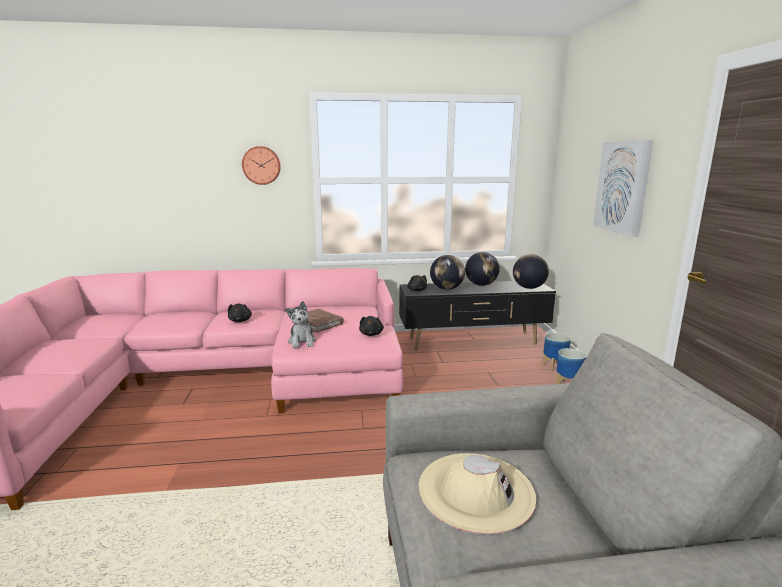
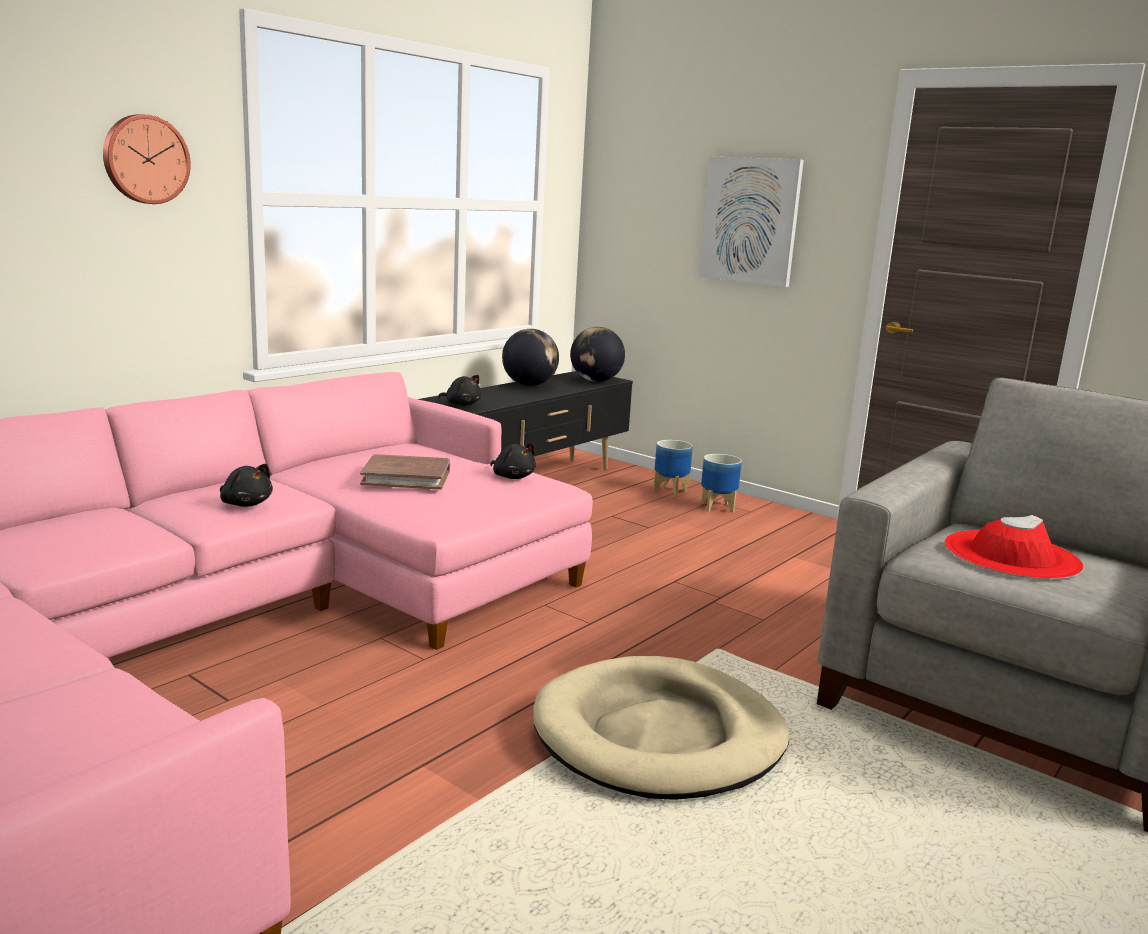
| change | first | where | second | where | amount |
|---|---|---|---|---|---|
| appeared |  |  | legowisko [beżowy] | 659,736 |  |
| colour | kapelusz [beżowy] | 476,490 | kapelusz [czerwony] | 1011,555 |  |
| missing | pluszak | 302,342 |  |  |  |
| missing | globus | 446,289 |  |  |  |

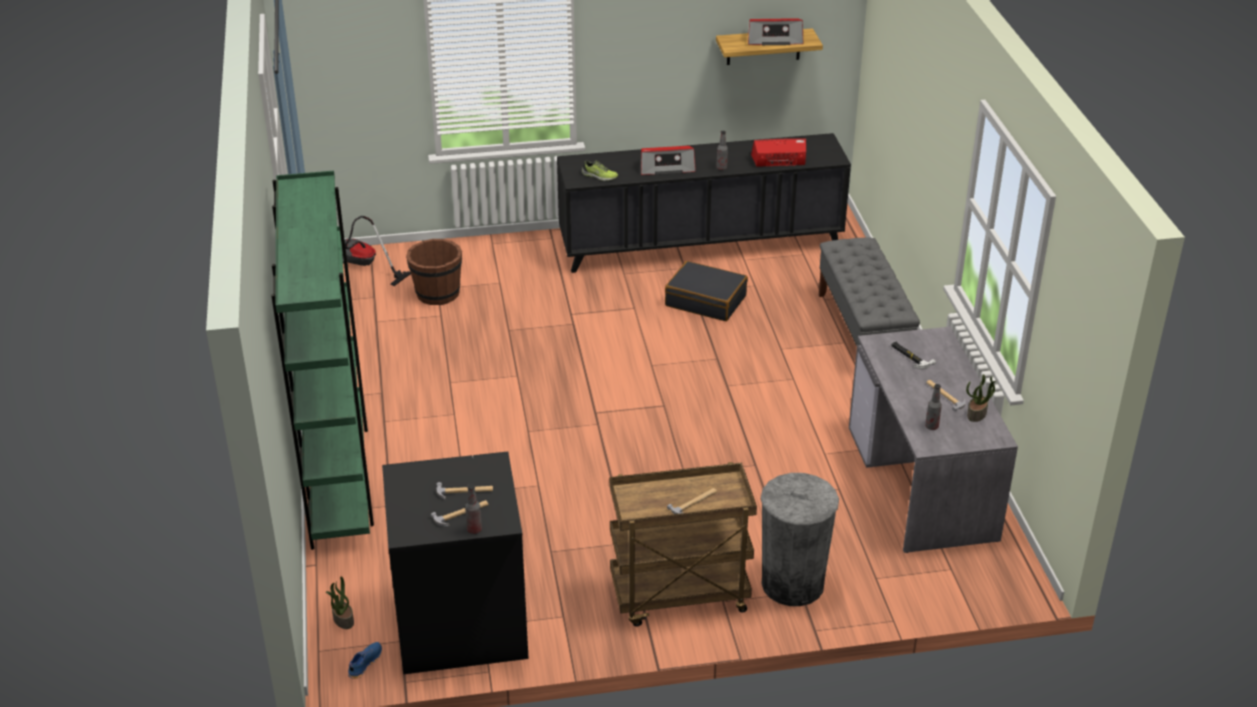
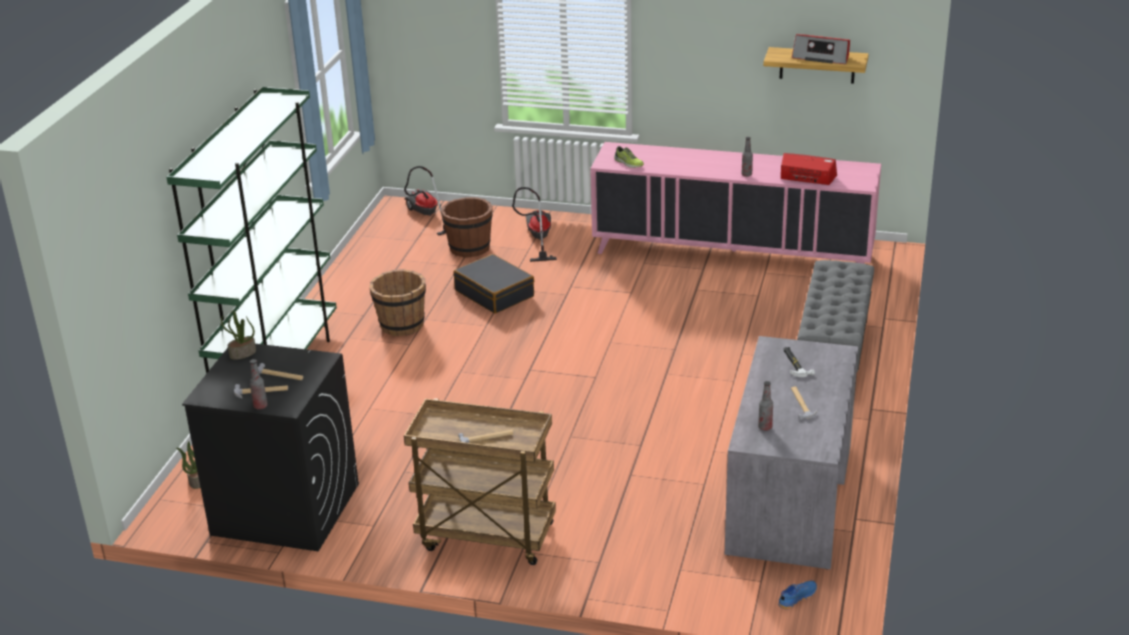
| change | first | where | second | where | amount |
|---|---|---|---|---|---|
| relocated | roślina doniczkowa | 977,414 |  | 242,354 |  |
| appeared |  |  | wiadro [brązowy] | 401,325 |  |
| relocated | walizka [czarny] | 706,300 |  | 495,293 |  |
| appeared |  |  | odkurzacz | 537,239 |  |
| colour | szafka [czarny] | 700,245 | szafka [różowy] | 732,253 |  |
| relocated | but [niebieski] | 364,663 |  | 796,598 |  |
| missing | radio | 666,167 |  |  |  |
| missing | kosz na śmieci [szary] | 792,584 |  |  |  |

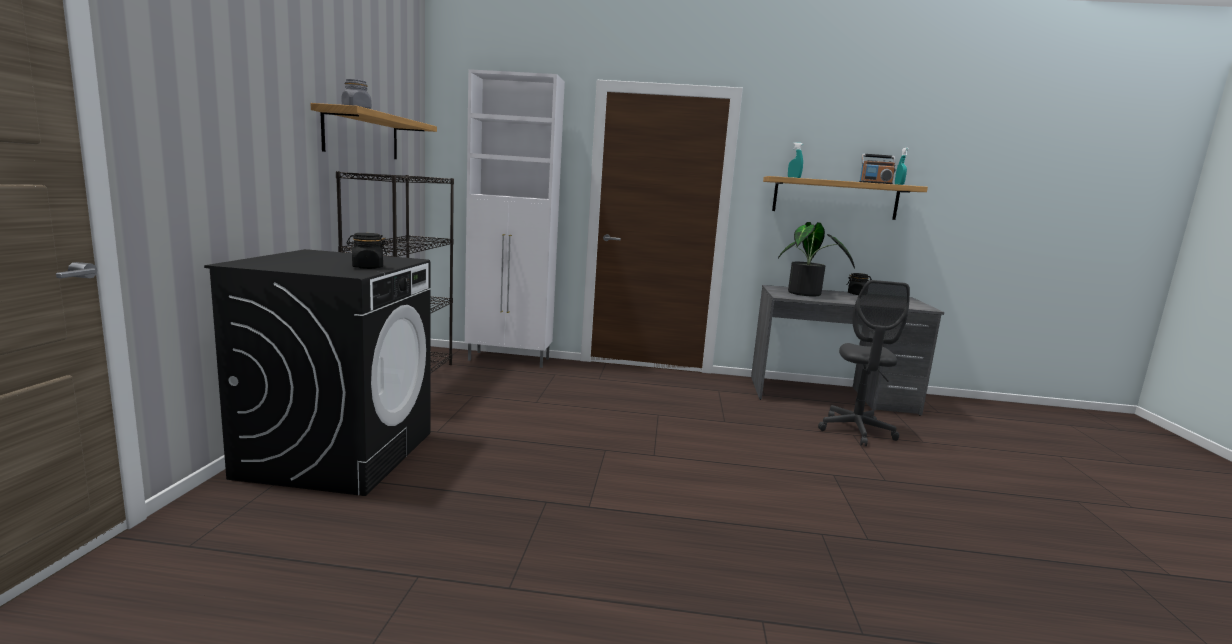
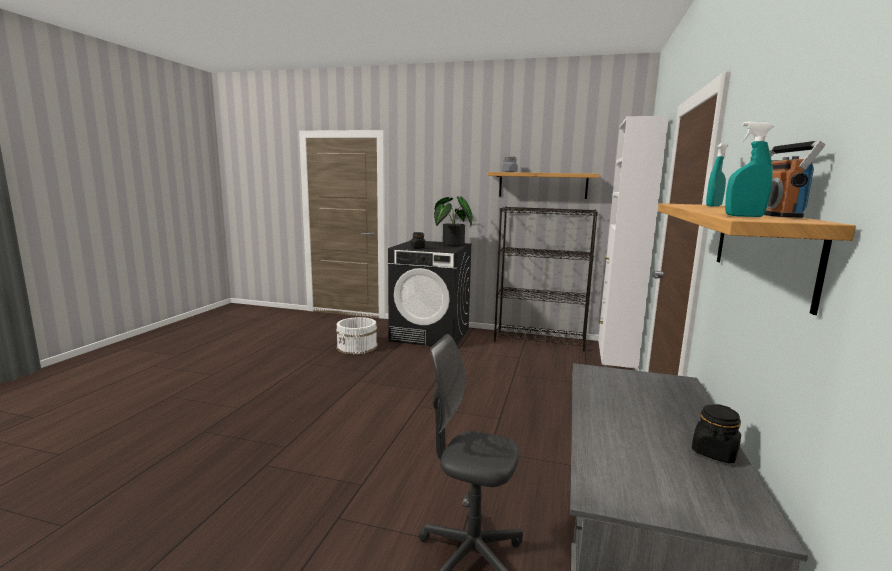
| change | first | where | second | where | amount |
|---|---|---|---|---|---|
| appeared |  |  | wiadro [biały] | 357,347 |  |
| relocated | roślina doniczkowa | 807,294 |  | 450,245 |  |

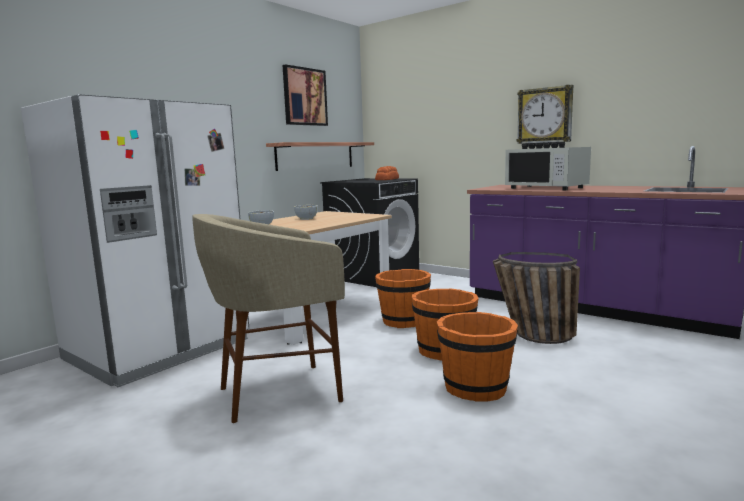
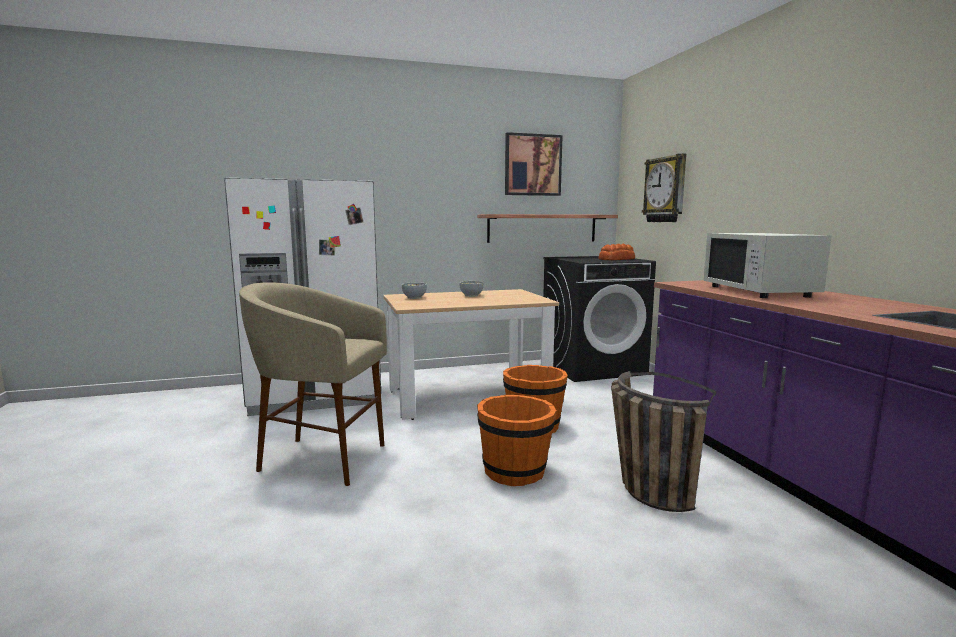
| change | first | where | second | where | amount |
|---|---|---|---|---|---|
| relocated | zegar ścienny | 545,119 |  | 665,189 |  |
| missing | wiadro [pomarańczowy] | 476,388 |  |  |  |

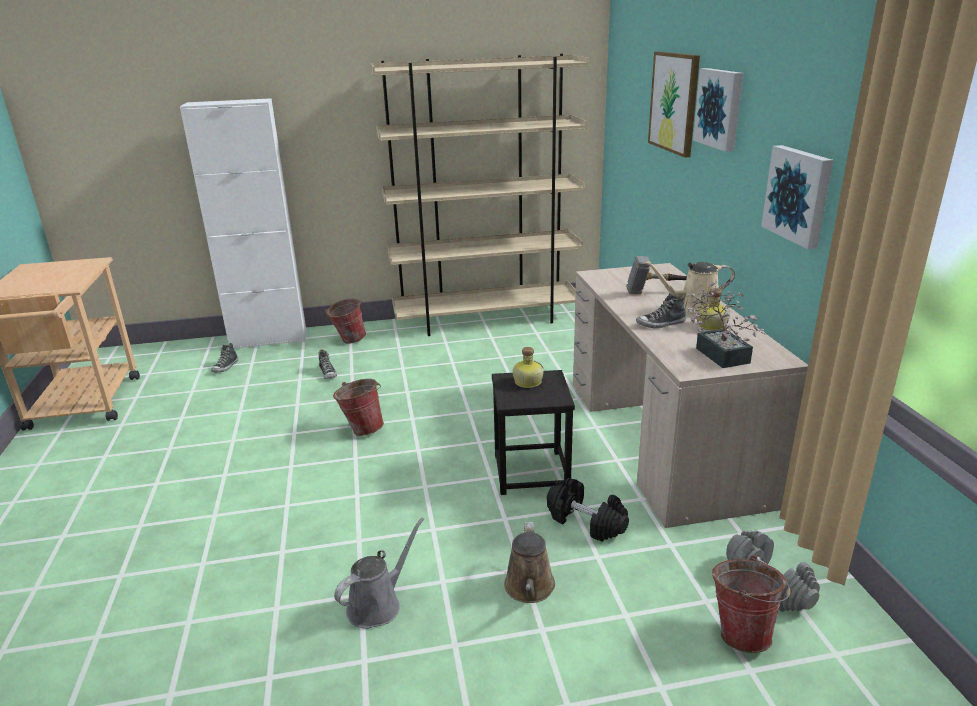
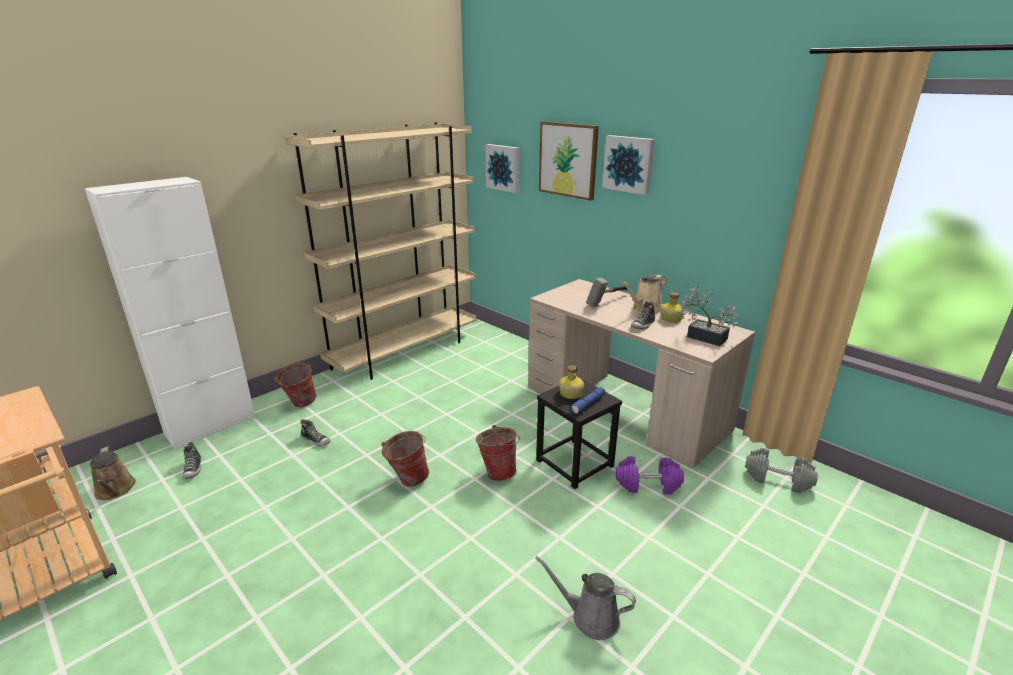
| change | first | where | second | where | amount |
|---|---|---|---|---|---|
| relocated | konewka [brązowy] | 529,589 |  | 115,490 |  |
| relocated | wiadro | 742,631 |  | 498,471 |  |
| relocated | obraz | 799,195 |  | 504,168 |  |
| spun | konewka [szary] | 378,605 |  | 590,617 | 75 degrees counterclockwise |
| appeared |  |  | latarka [niebieski] | 588,405 |  |
| colour | hantel [czarny] | 586,522 | hantel [fioletowy] | 648,484 |  |

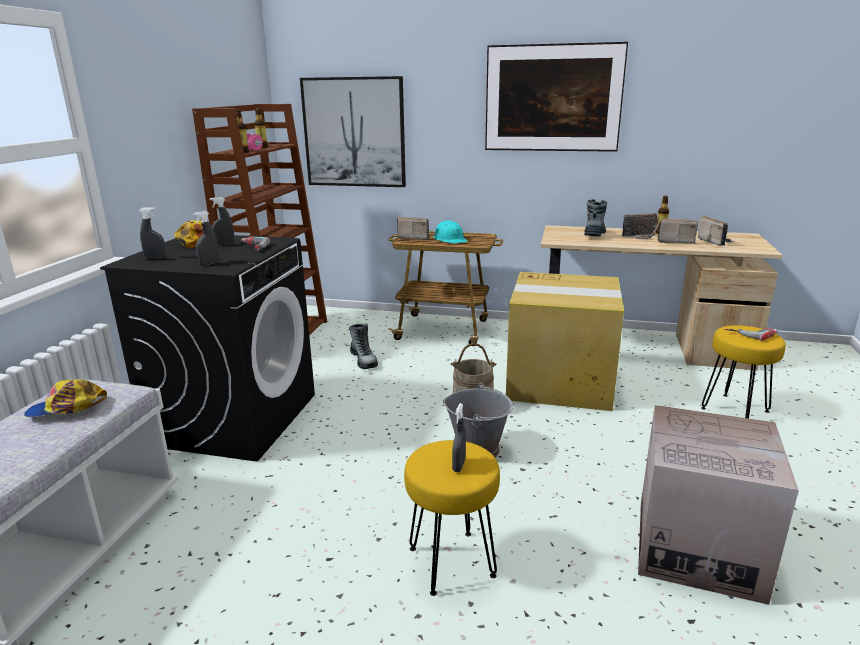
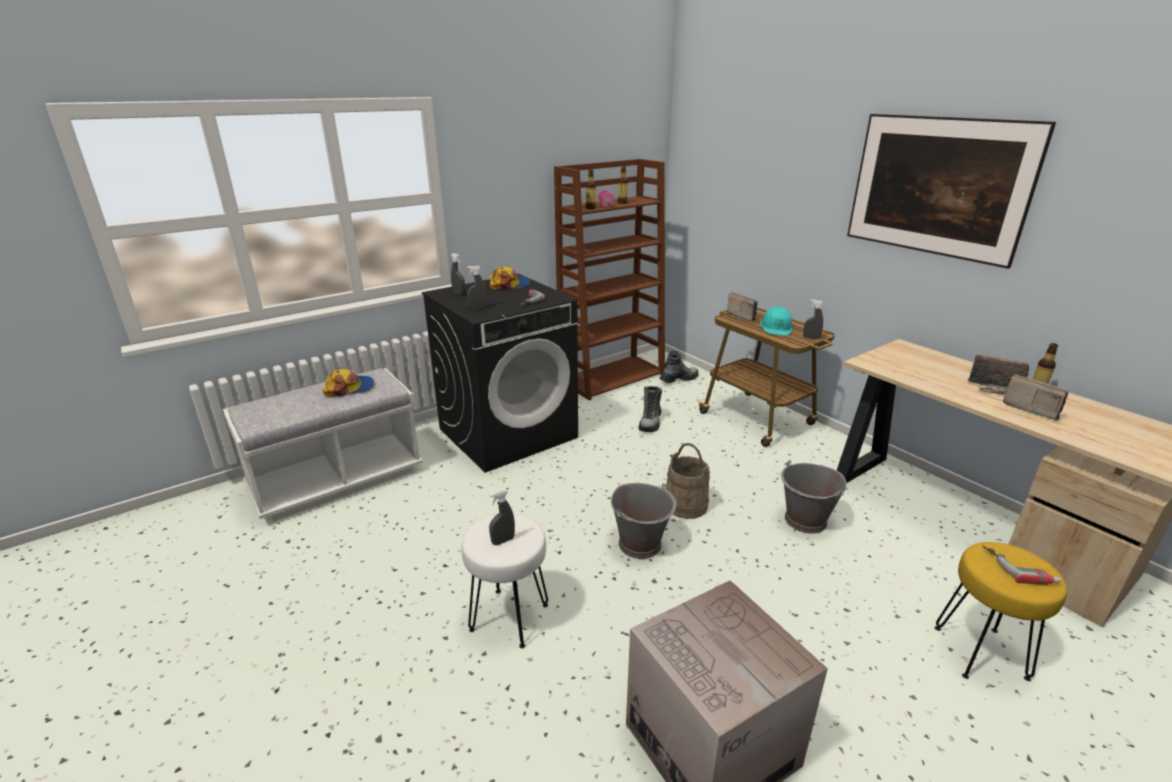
| change | first | where | second | where | amount |
|---|---|---|---|---|---|
| spun | czapka z daszkiem | 66,409 |  | 349,388 | 135 degrees clockwise |
| colour | stołek [żółty] | 451,562 | stołek [biały] | 508,617 |  |
| relocated | but z cholewką | 594,234 |  | 678,379 |  |
| exchanged | karton | 561,382 | wiadro [szary] | 806,521 |  |
| relocated | spryskiwacz [szary] | 224,244 |  | 811,338 |  |
| missing | obraz | 354,132 |  |  |  |
| missing | radio | 714,241 |  |  |  |

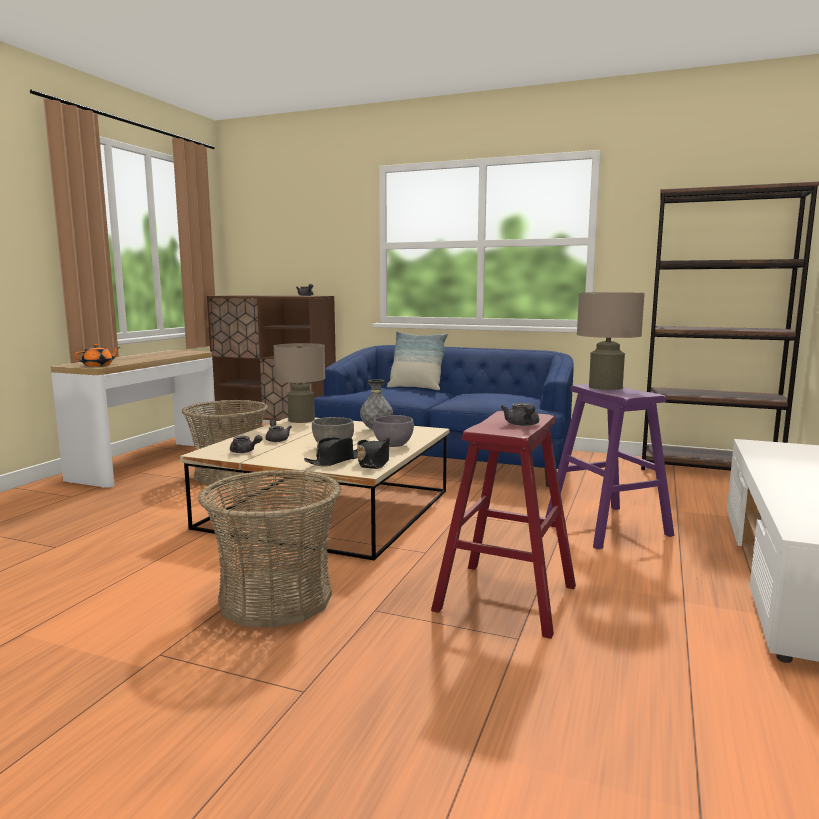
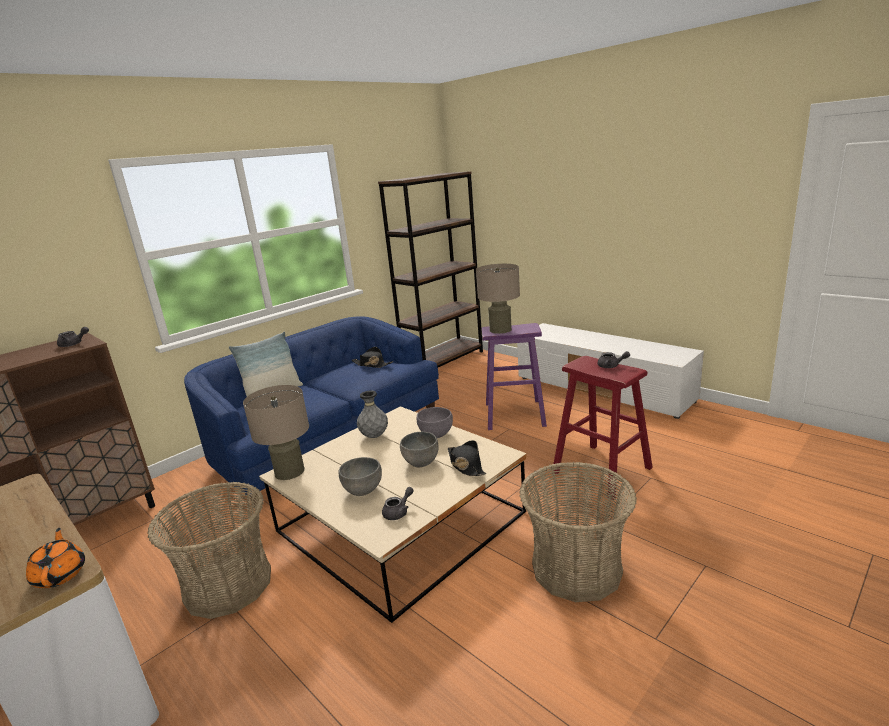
| change | first | where | second | where | amount |
|---|---|---|---|---|---|
| exchanged | imbryk [szary] | 277,439 | miska [szary] | 362,491 |  |
| relocated | kapelusz [czarny] | 373,462 |  | 372,364 |  |

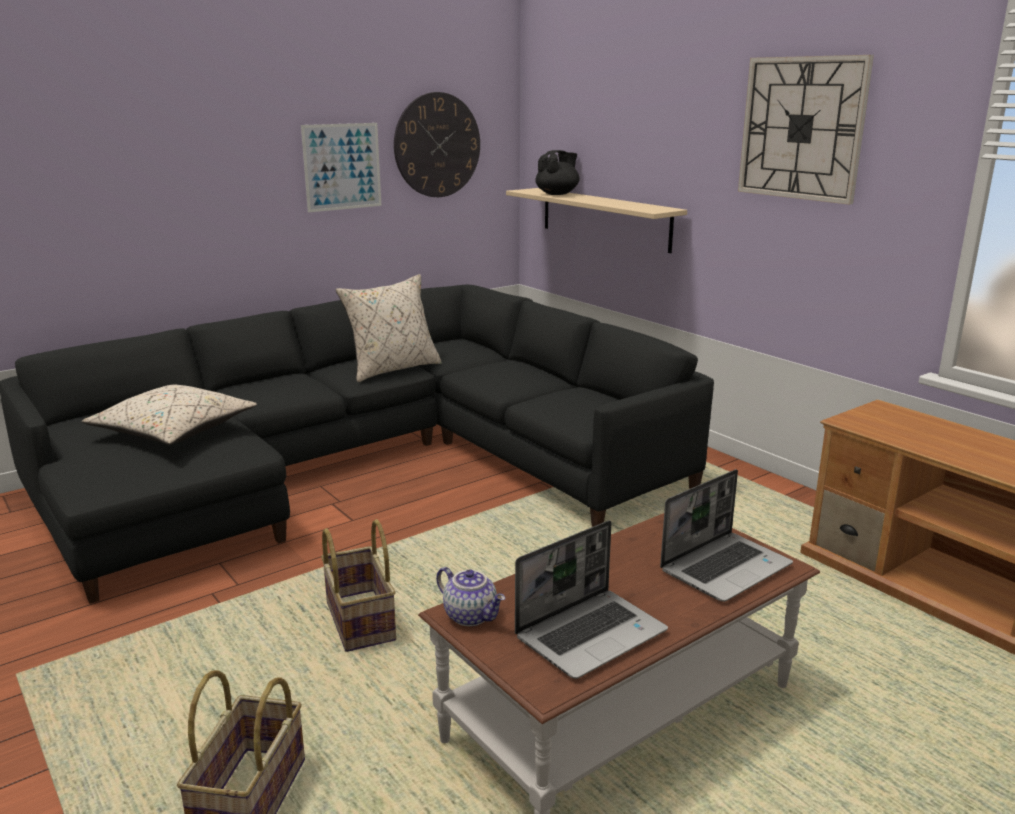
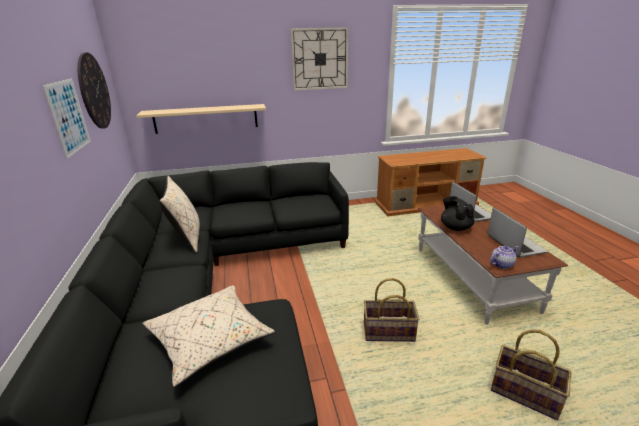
| change | first | where | second | where | amount |
|---|---|---|---|---|---|
| relocated | imbryk [czarny] | 557,194 |  | 455,227 |  |

